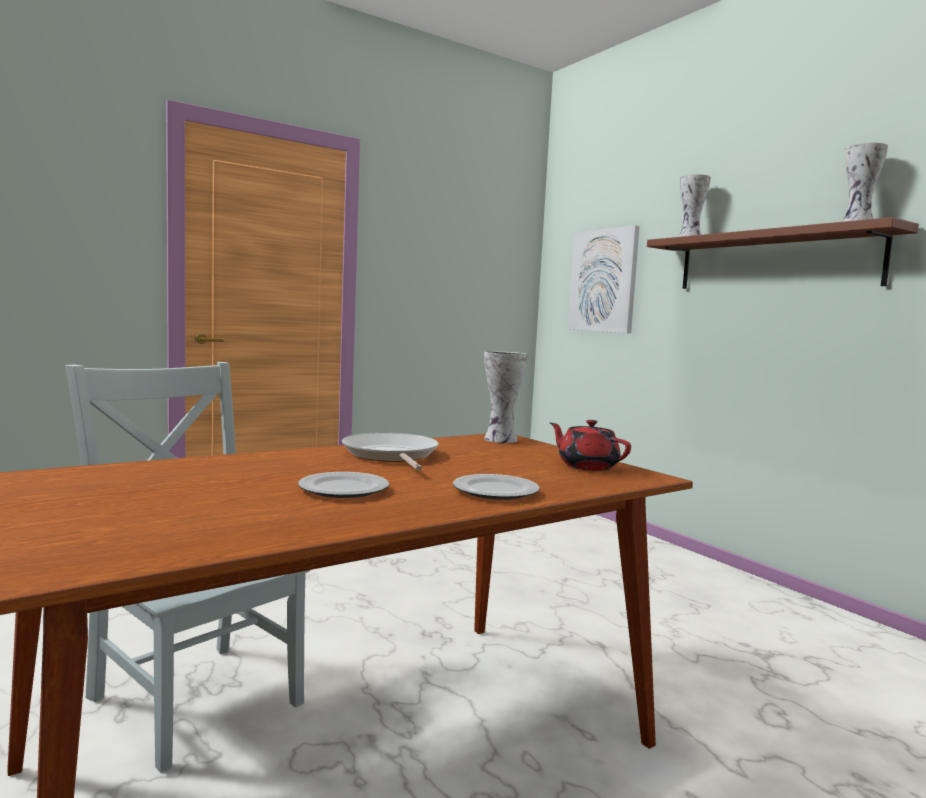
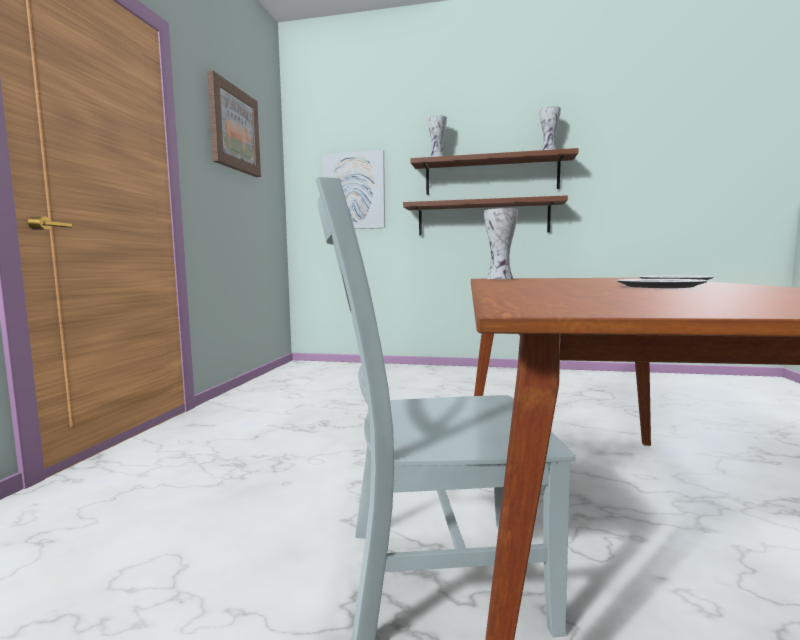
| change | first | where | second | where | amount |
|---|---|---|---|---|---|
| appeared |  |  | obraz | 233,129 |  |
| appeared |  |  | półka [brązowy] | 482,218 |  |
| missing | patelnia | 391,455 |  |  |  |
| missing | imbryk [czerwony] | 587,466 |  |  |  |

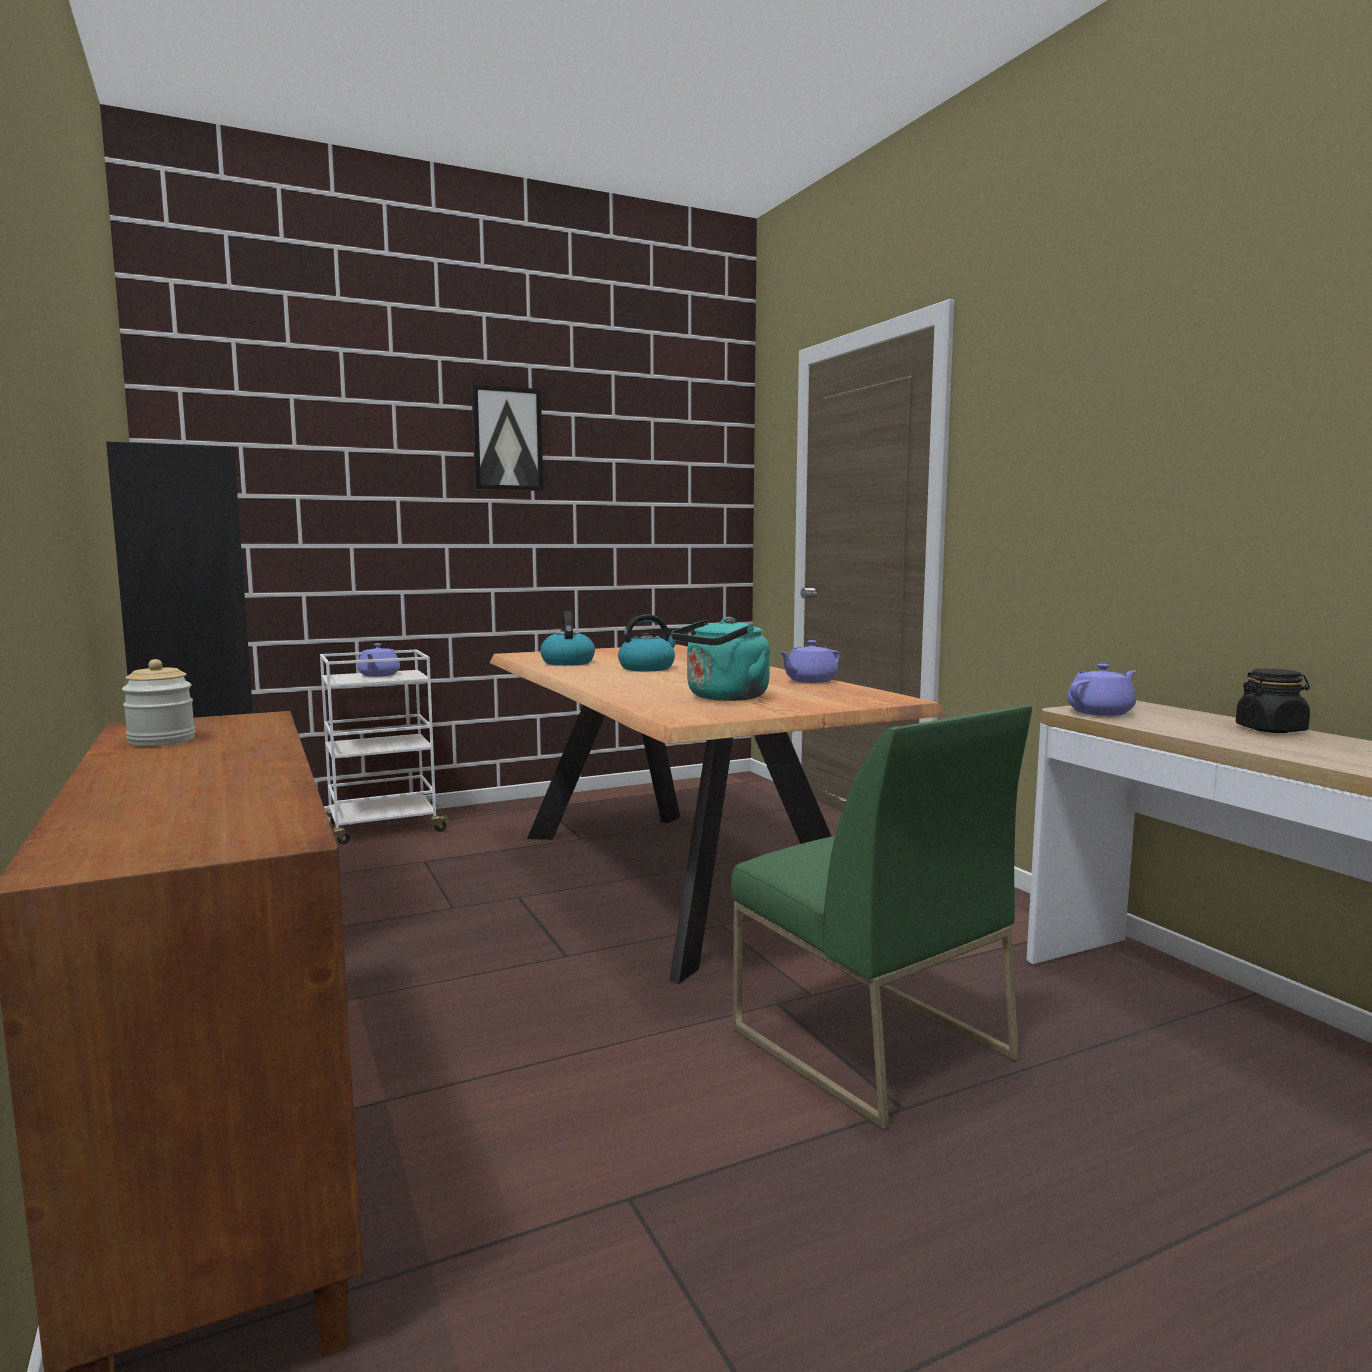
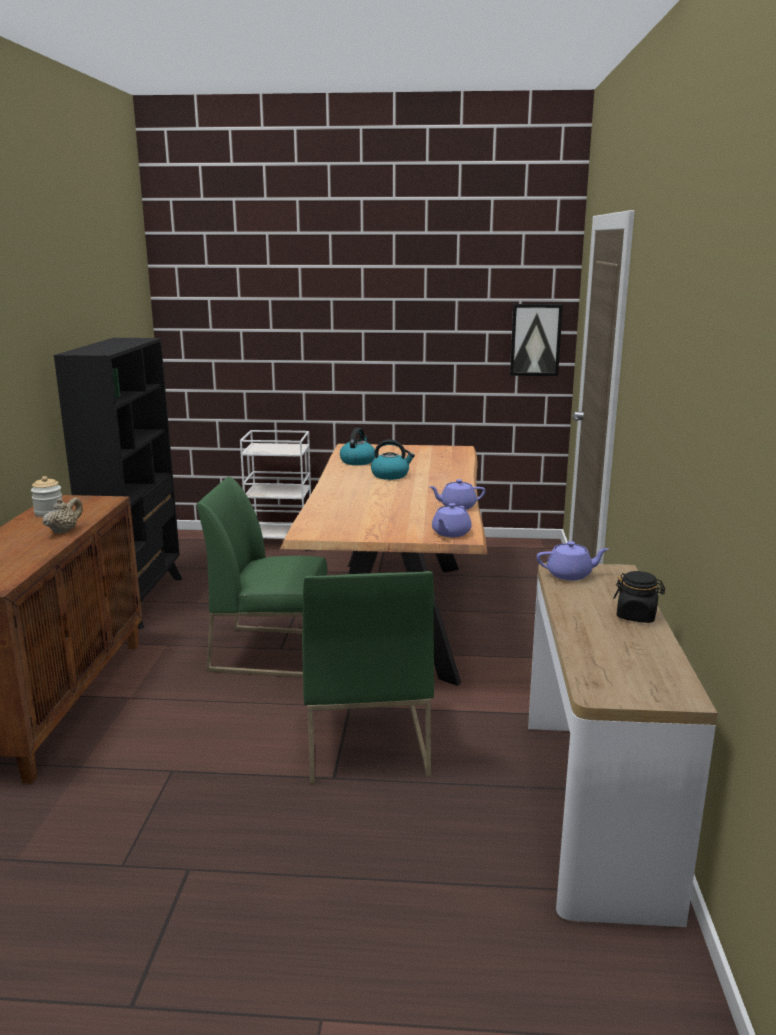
| change | first | where | second | where | amount |
|---|---|---|---|---|---|
| appeared |  |  | imbryk [beżowy] | 64,531 |  |
| appeared |  |  | krzesło [zielony] | 271,651 |  |
| relocated | imbryk [fioletowy] | 378,675 |  | 450,533 |  |
| relocated | obraz | 507,439 |  | 535,340 |  |
| missing | czajnik [turkusowy] | 723,697 |  |  |  |

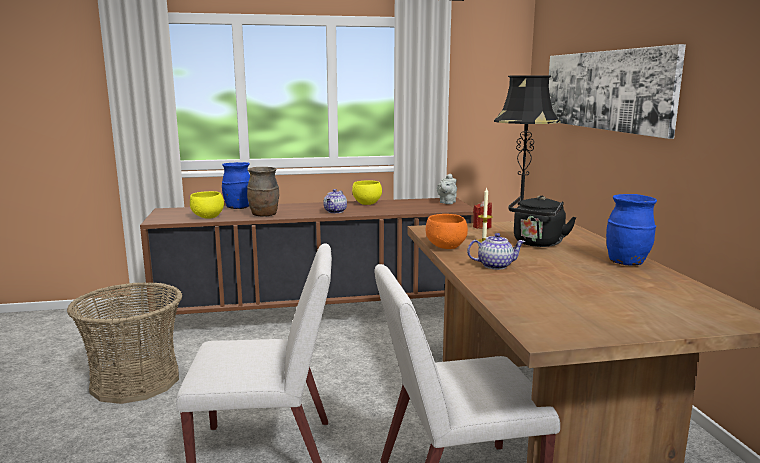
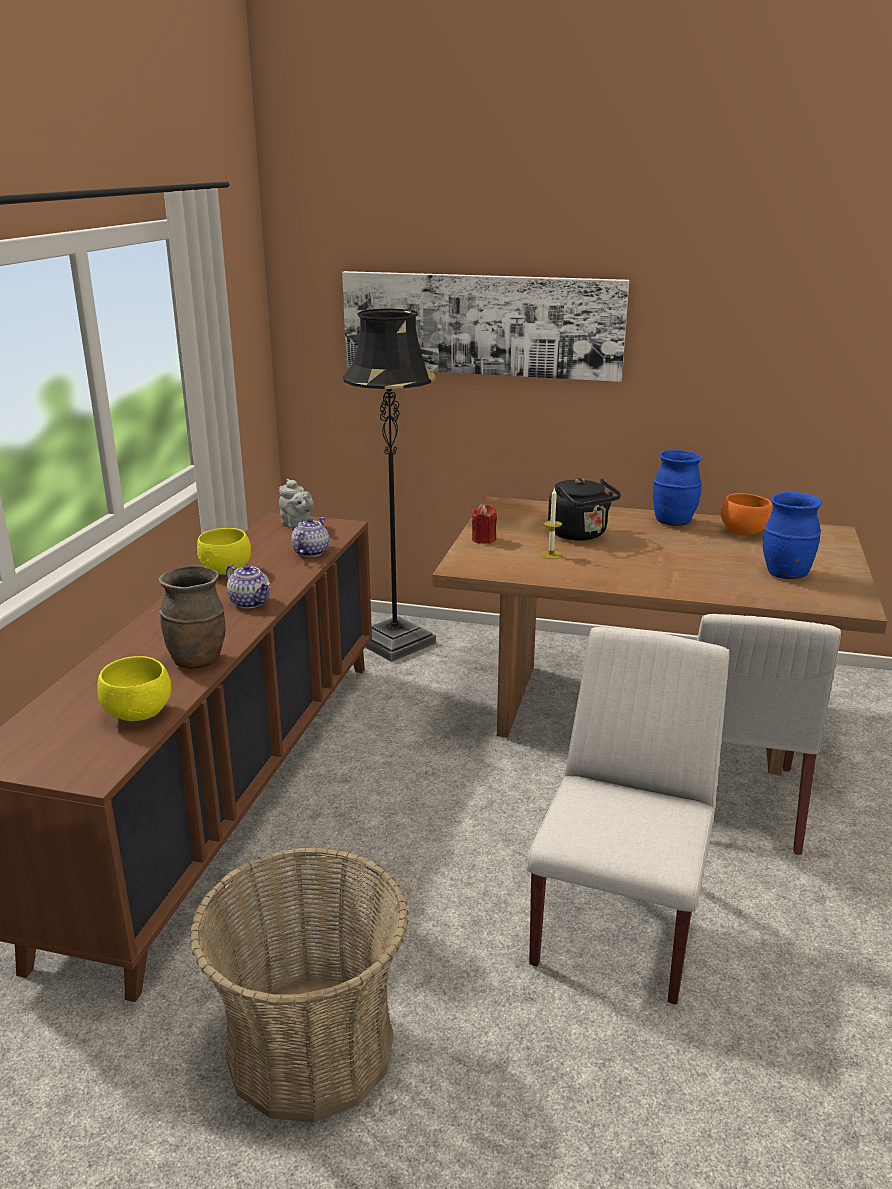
| change | first | where | second | where | amount |
|---|---|---|---|---|---|
| relocated | imbryk | 495,265 |  | 310,552 |  |
| relocated | miska [pomarańczowy] | 447,247 |  | 744,532 |  |
| relocated | wazon [niebieski] | 238,208 |  | 785,574 |  |

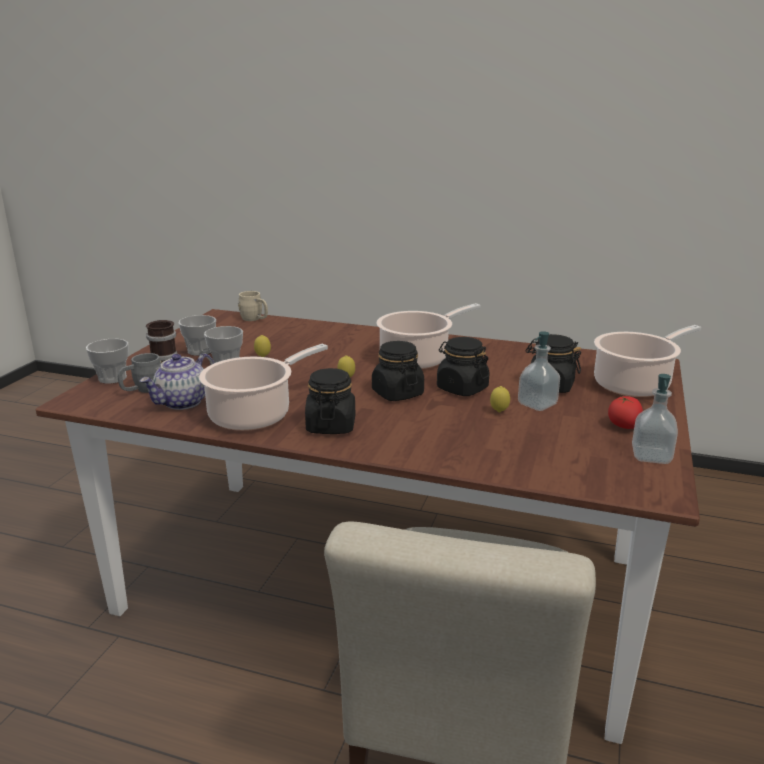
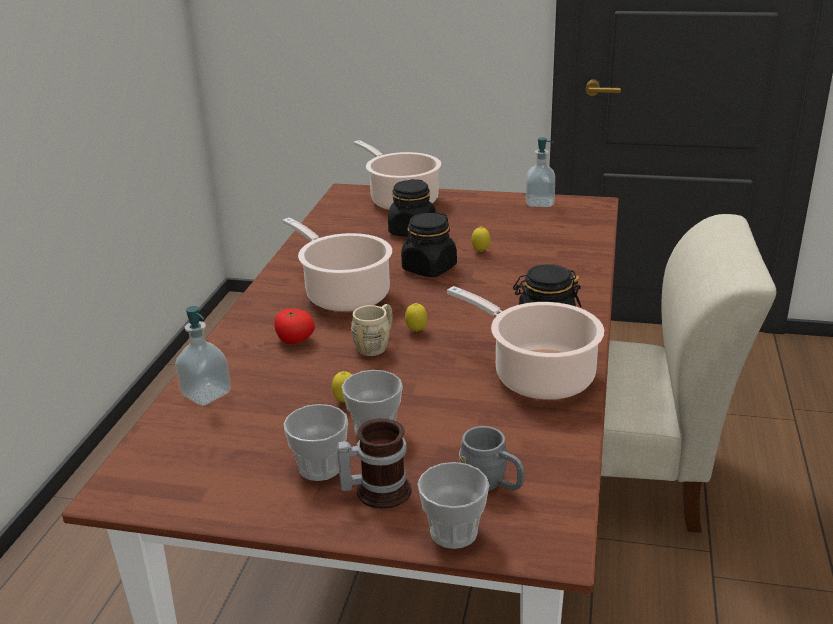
| change | first | where | second | where | amount |
|---|---|---|---|---|---|
| relocated | dozownik mydła | 537,404 |  | 206,394 |  |
| relocated | pomidor | 624,426 |  | 294,340 |  |
| relocated | kubek [beżowy] | 255,319 |  | 376,345 |  |
| missing | imbryk | 182,402 |  |  |  |
| missing | słoik [czarny] | 397,393 |  |  |  |

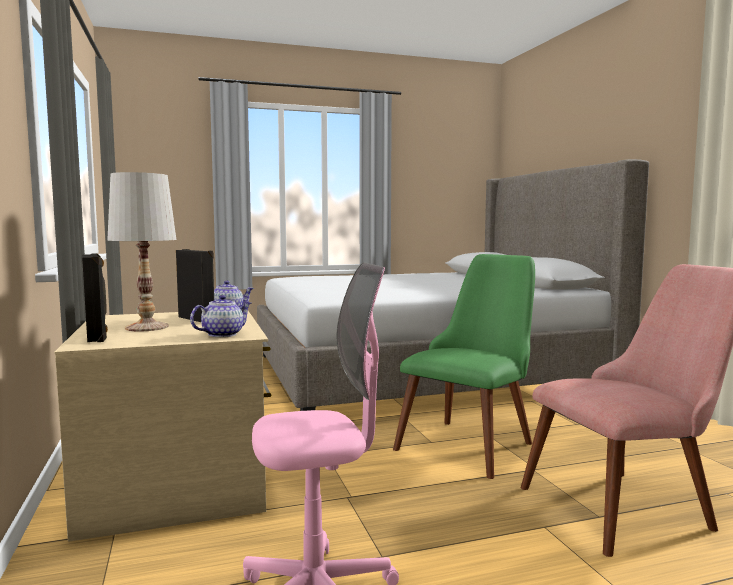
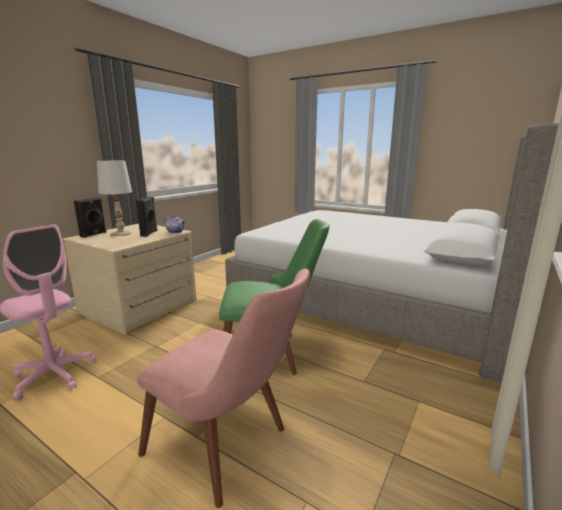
| change | first | where | second | where | amount |
|---|---|---|---|---|---|
| missing | imbryk | 223,334 |  |  |  |

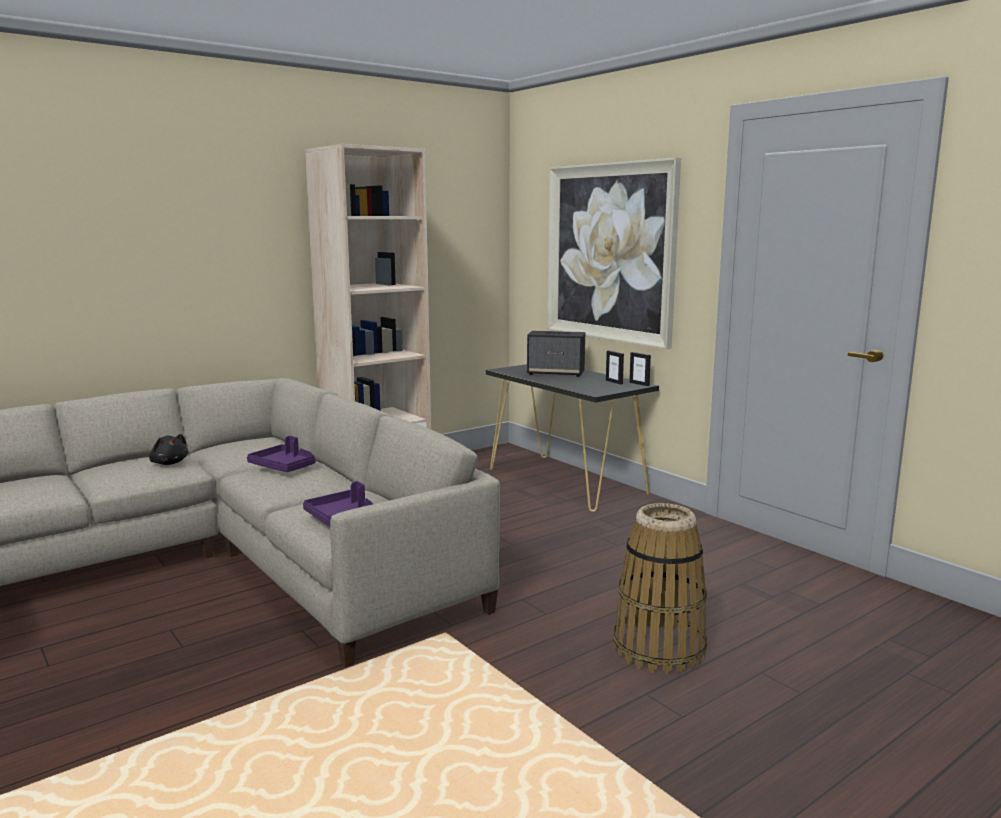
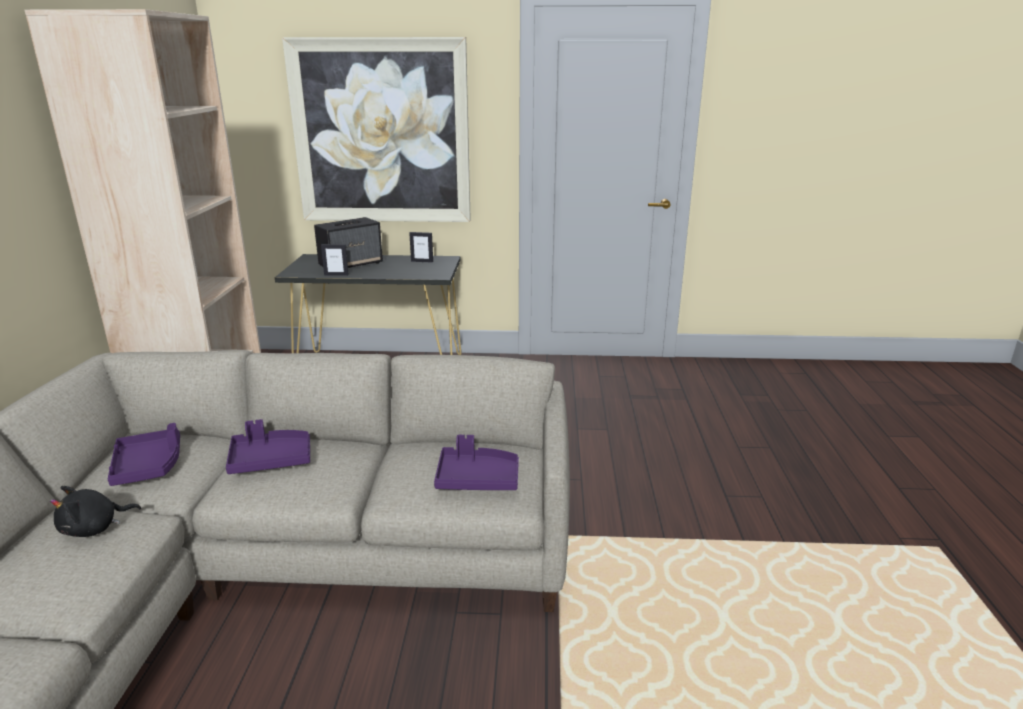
| change | first | where | second | where | amount |
|---|---|---|---|---|---|
| spun | pluszak [czarny] | 169,463 |  | 94,528 | 150 degrees clockwise |
| appeared |  |  | taca [fioletowy] | 148,466 |  |
| relocated | ramka na zdjęcie | 639,384 |  | 336,275 |  |
| missing | koszyk | 659,649 |  |  |  |

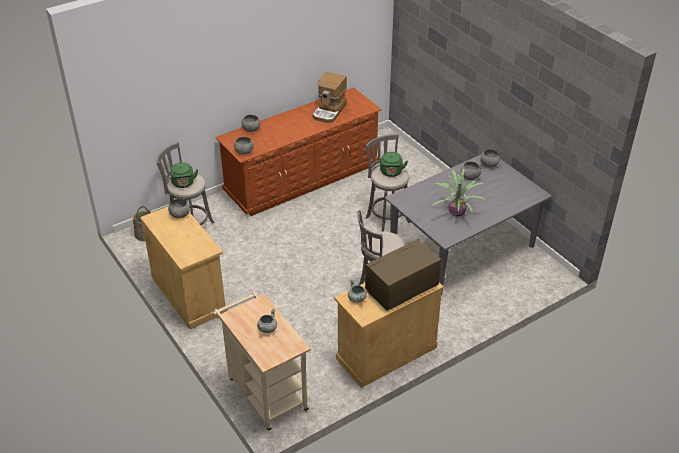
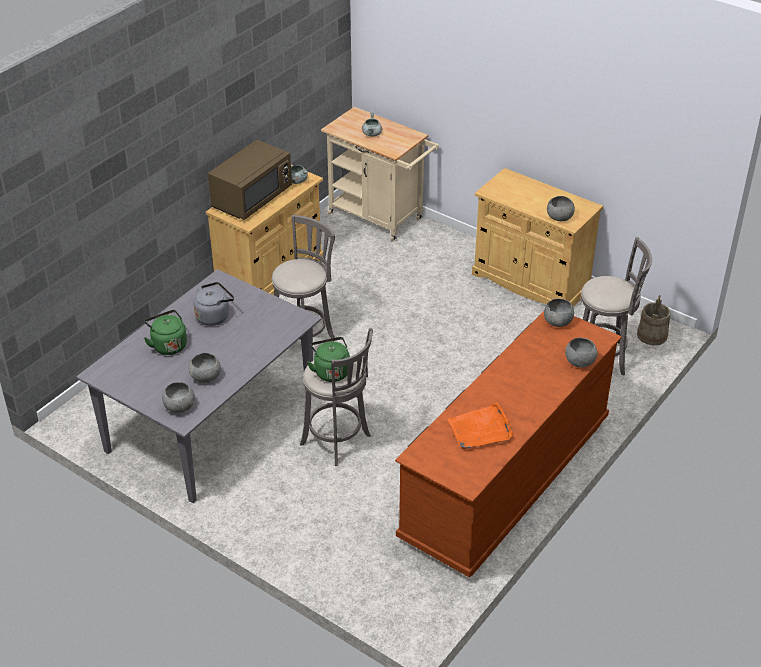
| change | first | where | second | where | amount |
|---|---|---|---|---|---|
| relocated | czajnik [zielony] | 183,184 |  | 168,345 |  |
| exchanged | roślina doniczkowa | 455,213 | czajnik [szary] | 214,316 |  |
| exchanged | ekspres do kawy | 330,111 | taca [pomarańczowy] | 480,429 |  |

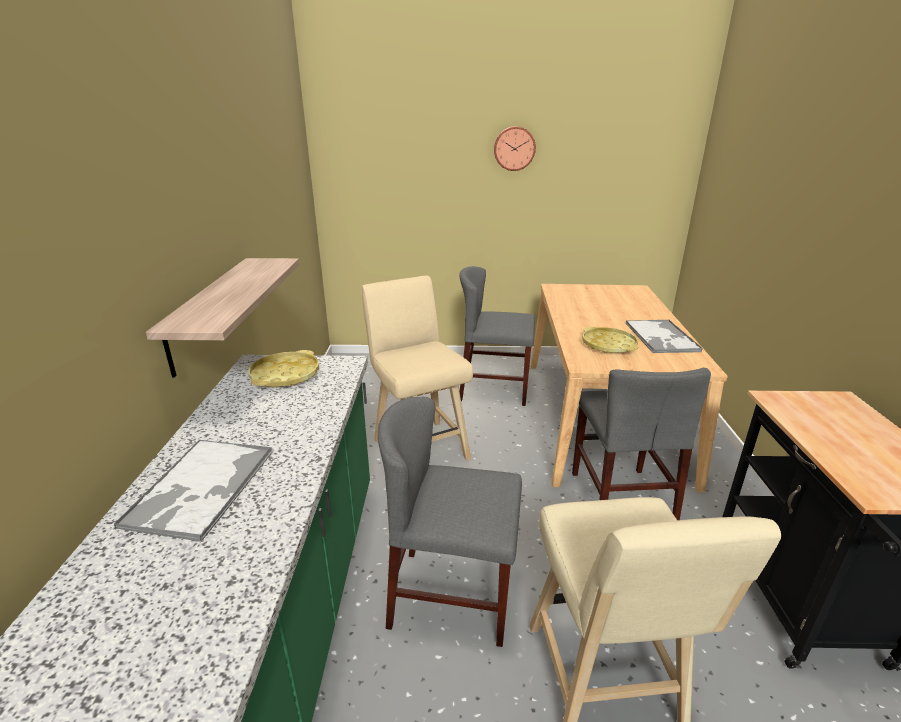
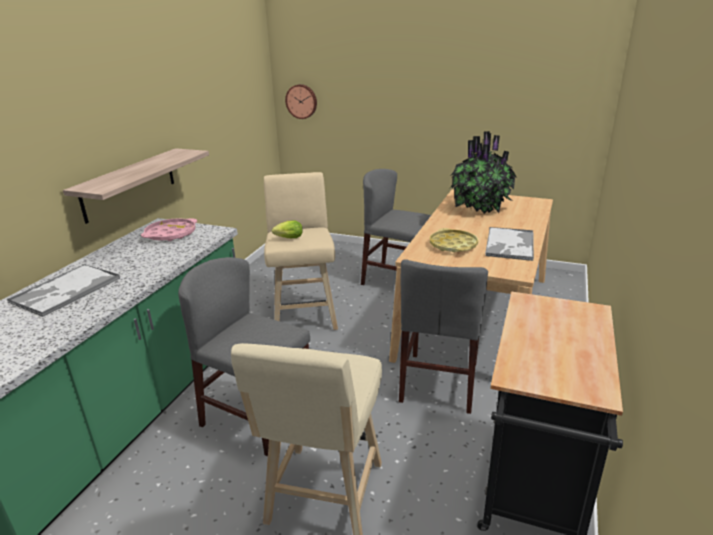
| change | first | where | second | where | amount |
|---|---|---|---|---|---|
| colour | taca [żółty] | 285,375 | taca [różowy] | 171,234 |  |
| appeared |  |  | sałata | 287,238 |  |
| relocated | zegar ścienny | 514,148 |  | 301,101 |  |
| appeared |  |  | roślina doniczkowa | 479,208 |  |

